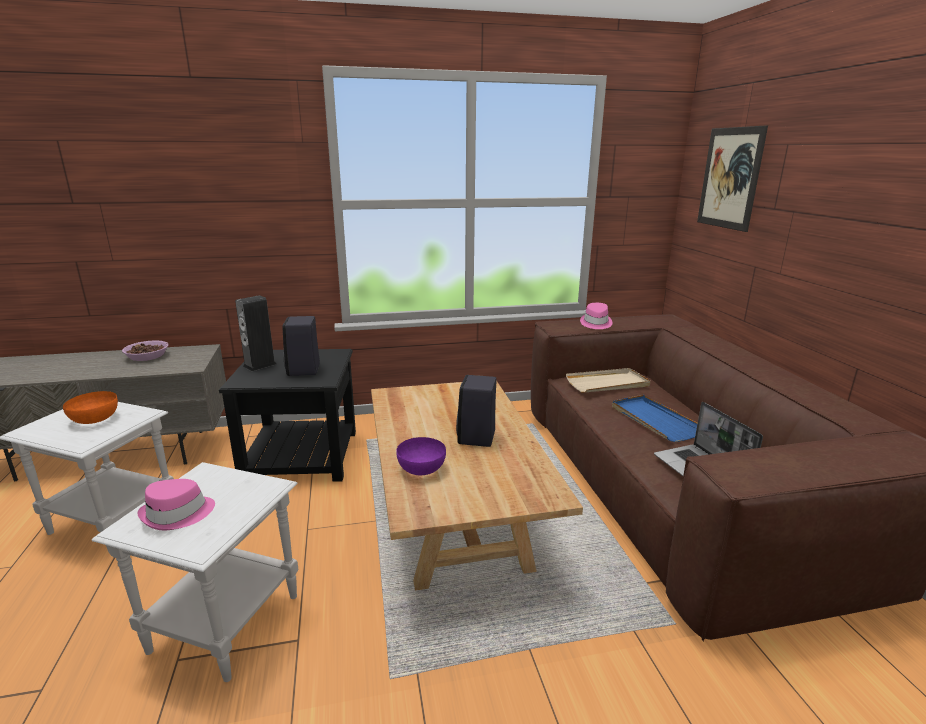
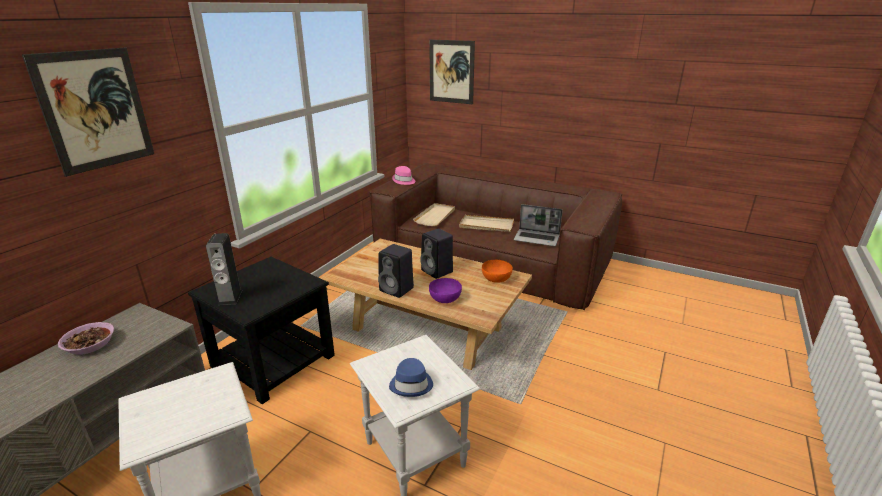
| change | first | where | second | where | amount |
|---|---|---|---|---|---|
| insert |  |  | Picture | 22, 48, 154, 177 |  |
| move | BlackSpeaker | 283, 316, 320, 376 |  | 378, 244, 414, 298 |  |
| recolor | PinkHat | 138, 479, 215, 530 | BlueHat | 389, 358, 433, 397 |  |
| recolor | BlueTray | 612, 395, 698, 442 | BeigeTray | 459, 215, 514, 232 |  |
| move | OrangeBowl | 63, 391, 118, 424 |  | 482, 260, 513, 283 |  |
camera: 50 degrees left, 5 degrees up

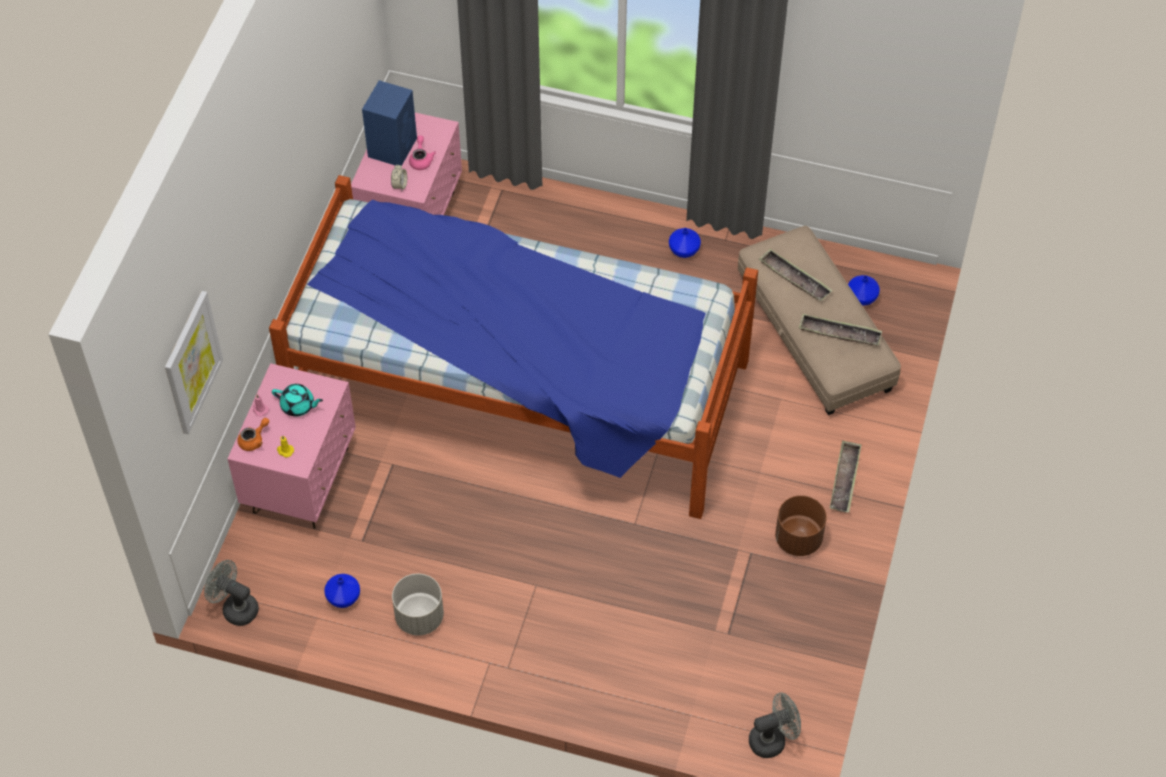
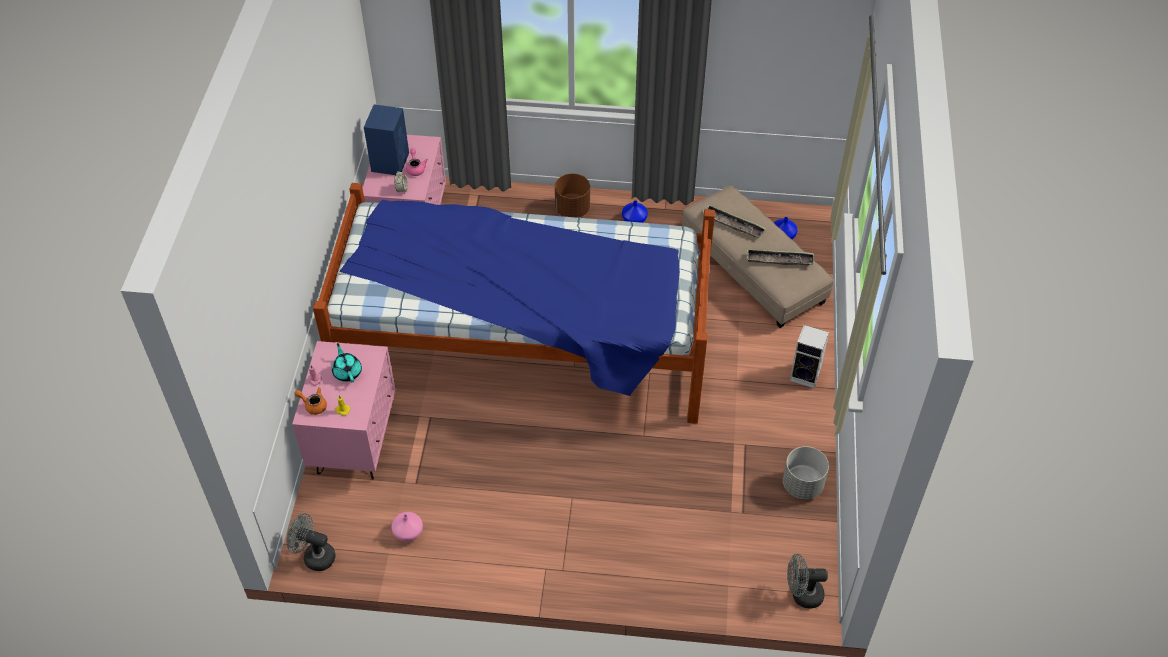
| change | first | where | second | where | amount |
|---|---|---|---|---|---|
| rotate | OrangeTeapot | 237, 418, 269, 451 |  | 294, 388, 327, 415 | 105 degrees counterclockwise |
| rotate | TurquoiseTeapot | 272, 384, 323, 416 |  | 332, 343, 362, 383 | 120 degrees counterclockwise |
| recolor | BlueVase | 324, 574, 360, 608 | PinkVase | 391, 512, 423, 542 |  |
| move | BrownPlanter | 775, 495, 827, 556 |  | 555, 173, 590, 218 |  |
| move | GreyPlanter | 392, 574, 444, 636 |  | 783, 446, 829, 500 |  |
| rotate | GreyFan | 749, 693, 801, 758 |  | 787, 554, 828, 609 | 150 degrees counterclockwise |
| replace | Tray | 830, 440, 862, 513 | Speaker | 790, 325, 829, 388 |  |
| delete | Picture | 165, 291, 223, 435 |  |  |  |
camera: 10 degrees left, 5 degrees down

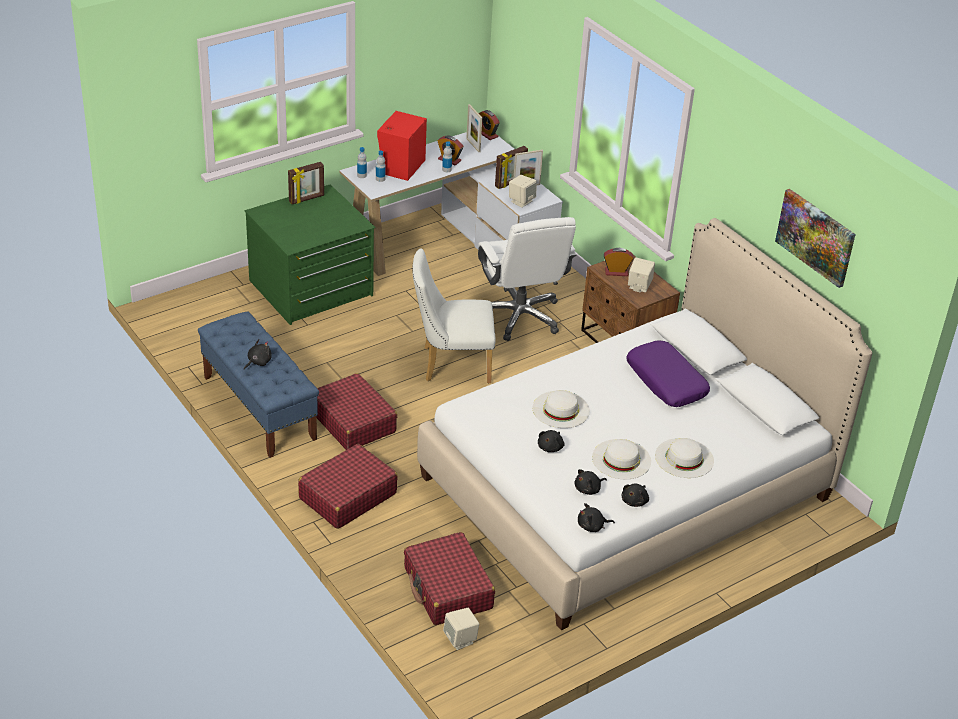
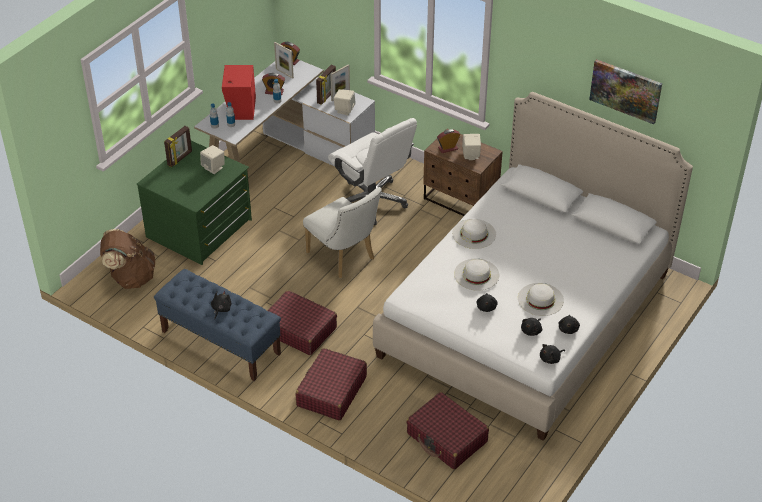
| change | first | where | second | where | amount |
|---|---|---|---|---|---|
| insert |  |  | BrownBackpack | 100, 229, 155, 289 |  |
| move | BeigeSpeaker | 443, 608, 479, 650 |  | 200, 145, 225, 174 |  |
| rotate | WhiteChair | 412, 248, 496, 383 |  | 303, 187, 382, 278 | 105 degrees counterclockwise |
| move | WhiteHat | 655, 438, 714, 478 |  | 452, 219, 496, 249 |  |
| delete | PurplePillow | 626, 340, 710, 407 |  |  |  |
camera: 20 degrees left, 5 degrees up

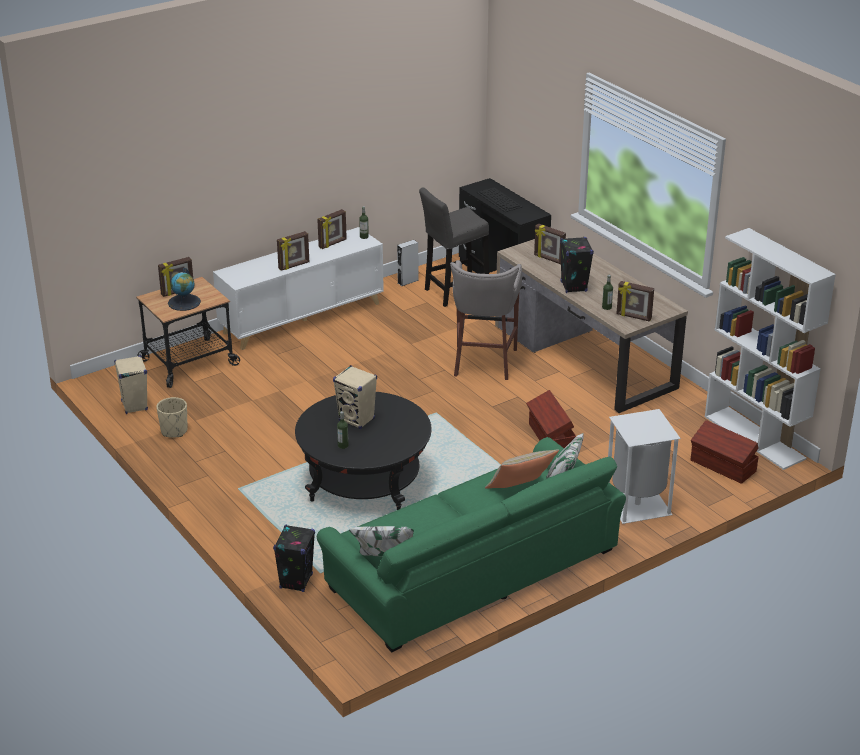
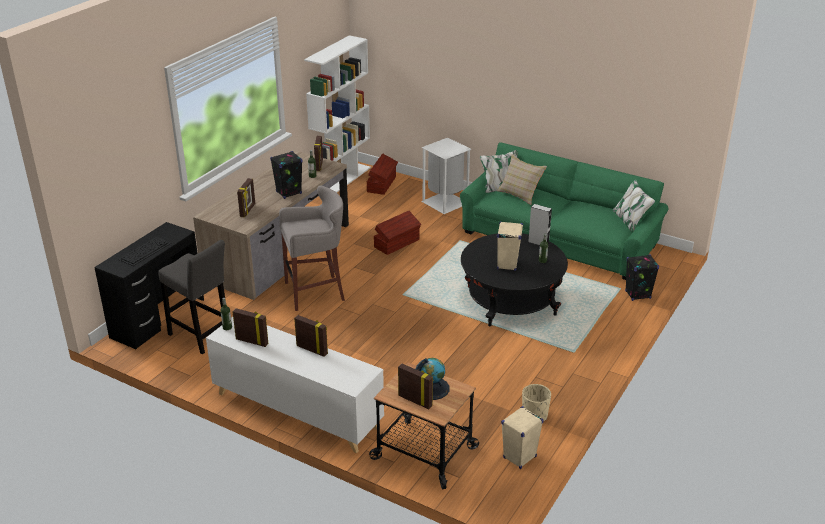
| change | first | where | second | where | amount |
|---|---|---|---|---|---|
| move | GreySpeaker | 397, 240, 419, 286 |  | 528, 204, 552, 246 |  |
camera: 115 degrees left, 0 degrees up

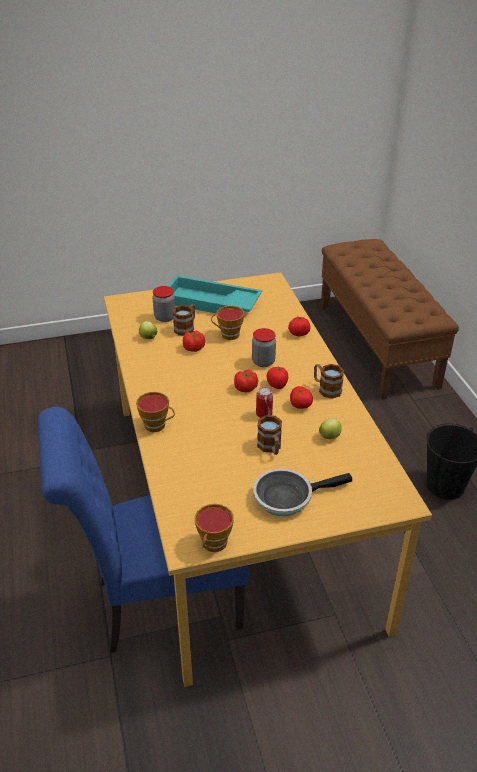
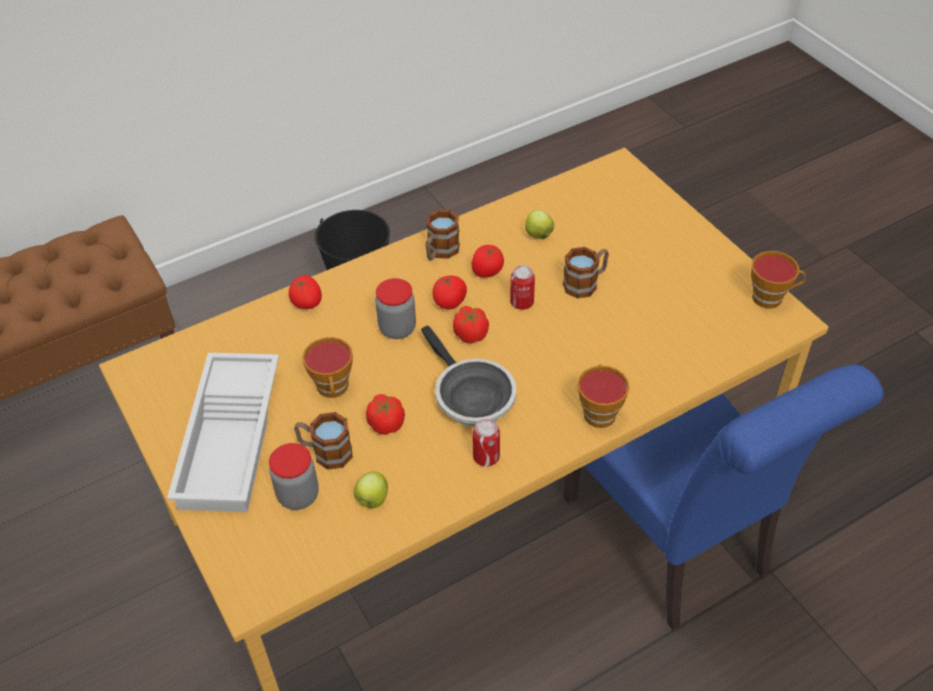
| change | first | where | second | where | amount |
|---|---|---|---|---|---|
| recolor | TurquoiseTray | 168, 275, 262, 313 | WhiteTray | 167, 353, 279, 512 |  |
| move | FryingPan | 253, 469, 352, 516 |  | 421, 325, 516, 426 |  |
| insert |  |  | Can | 473, 419, 500, 467 |  |
camera: 105 degrees left, 10 degrees up

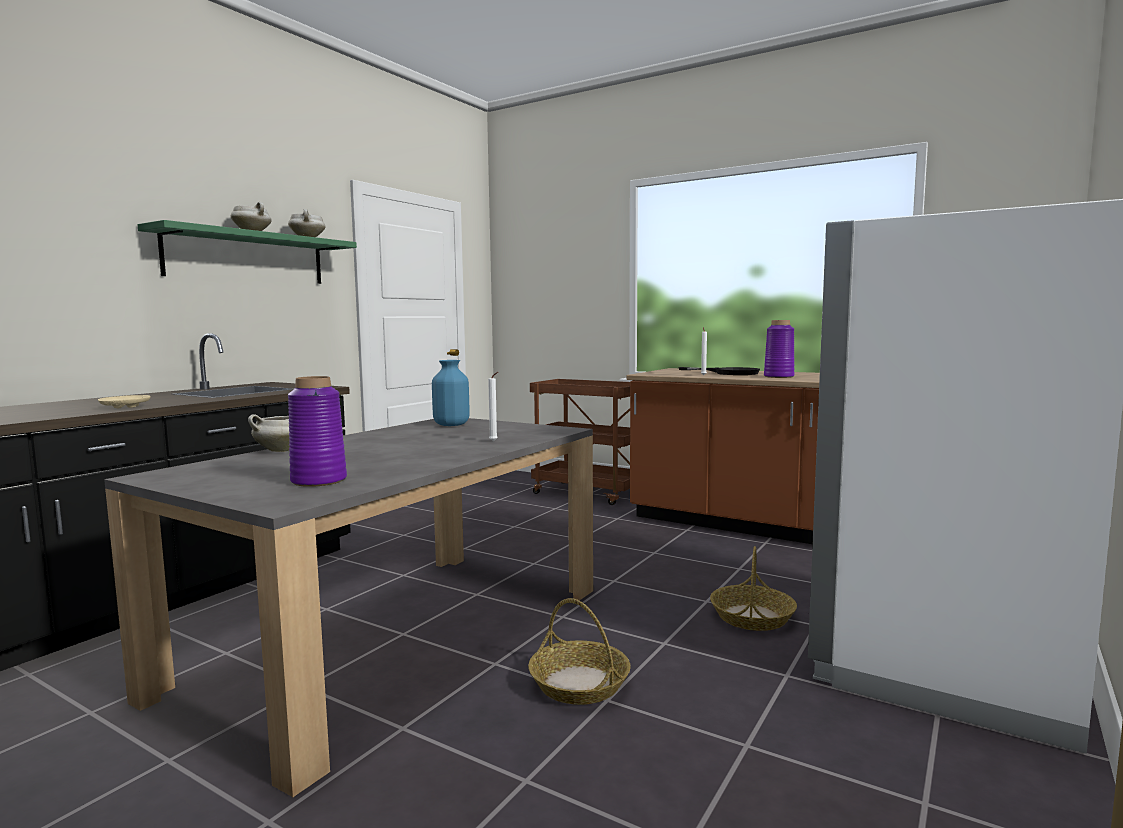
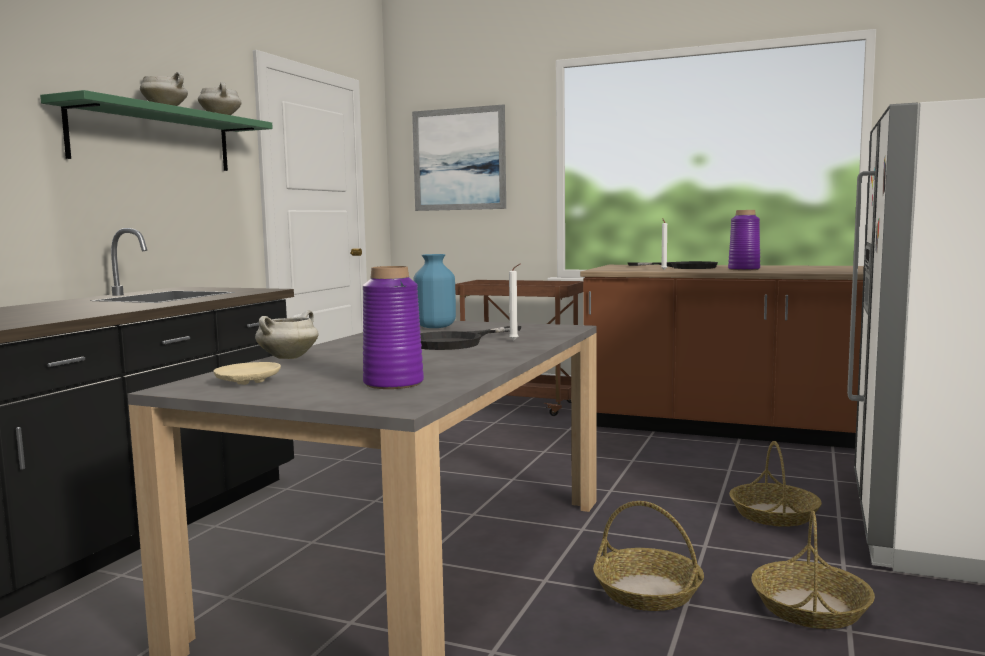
| change | first | where | second | where | amount |
|---|---|---|---|---|---|
| move | BeigePlate | 98, 395, 151, 408 |  | 213, 362, 281, 385 |  |
| insert |  |  | Picture | 412, 104, 506, 211 |  |
| insert |  |  | BlackFryingPan | 420, 326, 522, 350 |  |
| insert |  |  | Basket | 751, 511, 875, 629 |  |
camera: 10 degrees left, 0 degrees up

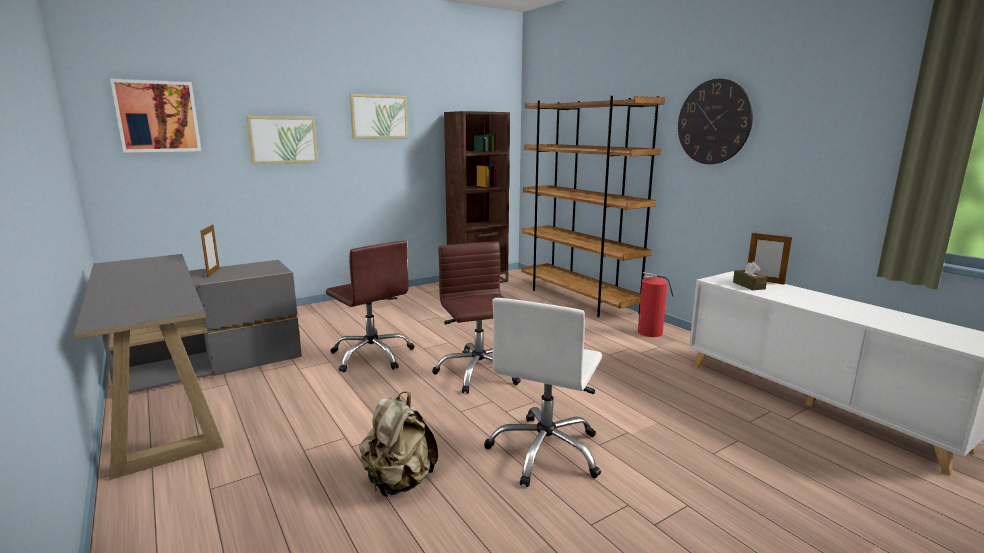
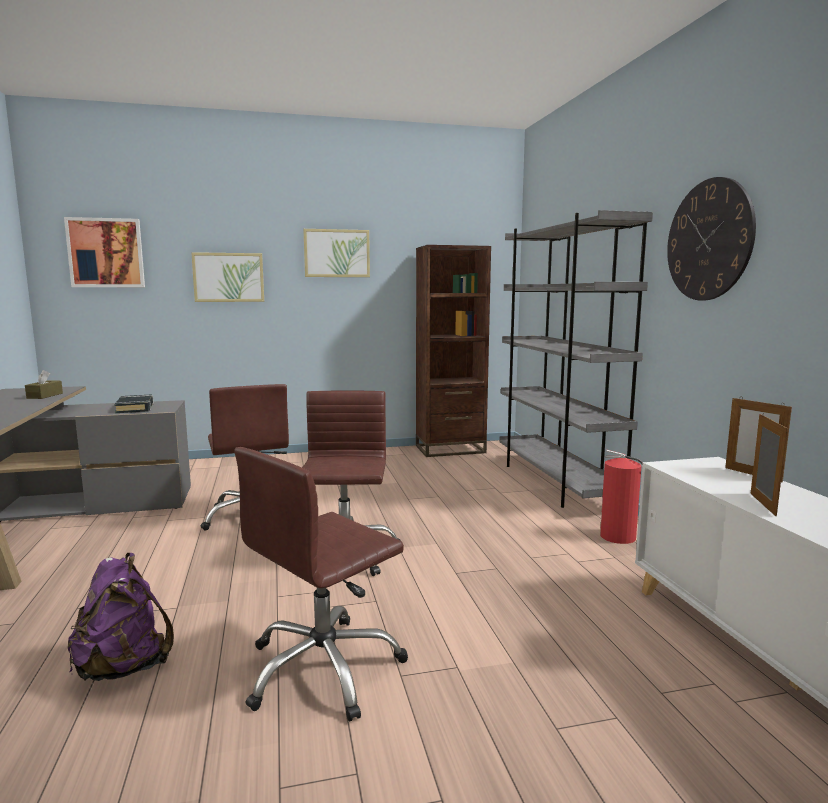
| change | first | where | second | where | amount |
|---|---|---|---|---|---|
| move | BrownTissueBox | 733, 262, 767, 290 |  | 25, 370, 63, 399 |  |
| recolor | BeigeBackpack | 359, 391, 438, 497 | PurpleBackpack | 68, 553, 174, 681 |  |
| insert |  |  | BlackBook | 114, 395, 154, 413 |  |
| recolor | WhiteOfficeChair | 484, 298, 602, 487 | BrownOfficeChair | 234, 447, 408, 722 |  |
| recolor | BrownBookcase | 522, 96, 665, 317 | GreyBookcase | 499, 210, 653, 508 |  |
| move | PictureFrame | 200, 224, 220, 277 |  | 750, 413, 787, 516 |  |
camera: 20 degrees right, 5 degrees down

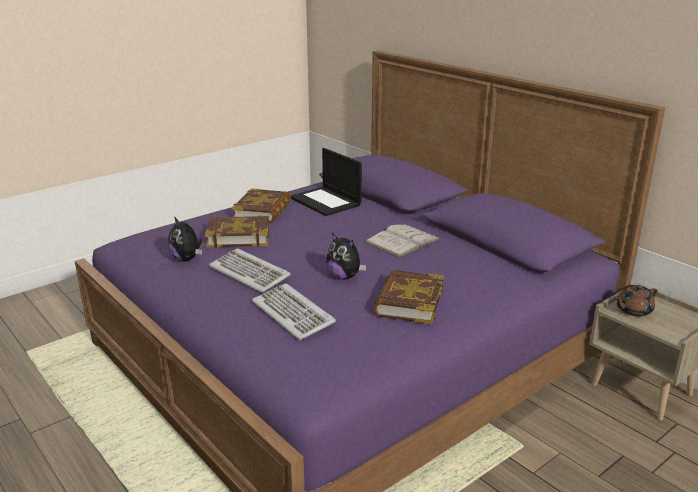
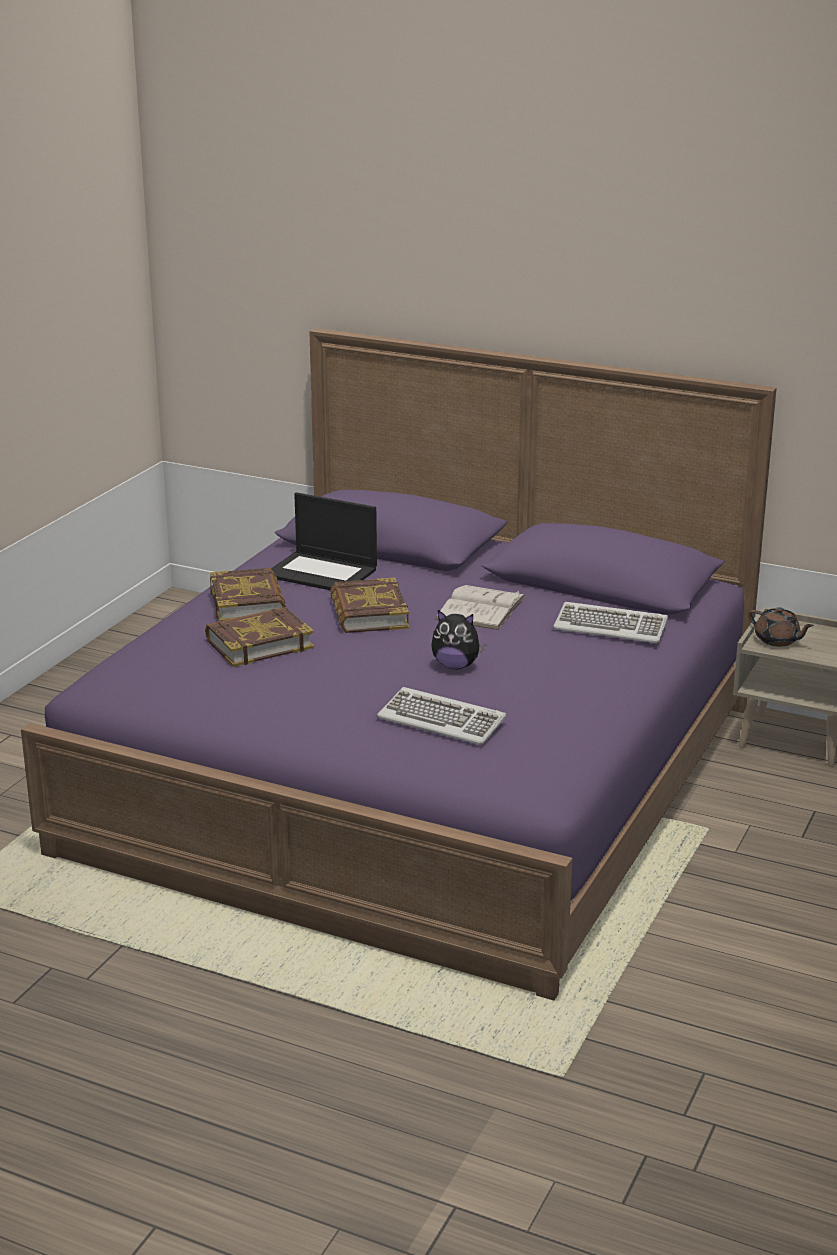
| change | first | where | second | where | amount |
|---|---|---|---|---|---|
| move | Book | 374, 270, 444, 324 |  | 330, 578, 409, 633 |  |
| move | Keyboard | 209, 248, 291, 293 |  | 553, 602, 668, 643 |  |
| rotate | BrownTeapot | 614, 285, 658, 317 |  | 749, 607, 814, 646 | 90 degrees counterclockwise |
| delete | PlushToy | 168, 216, 202, 262 |  |  |  |
camera: 25 degrees left, 0 degrees up

